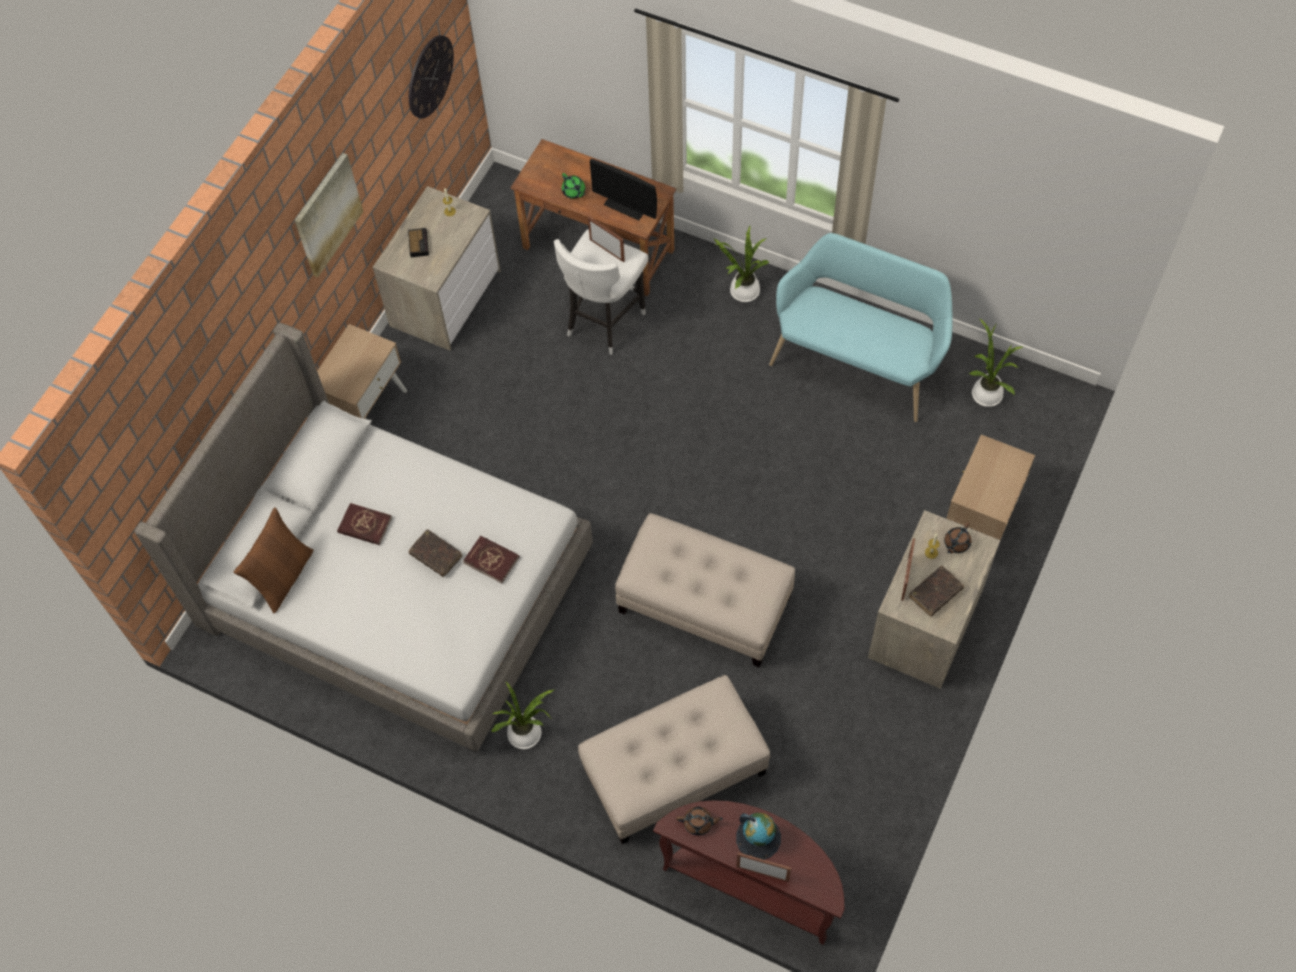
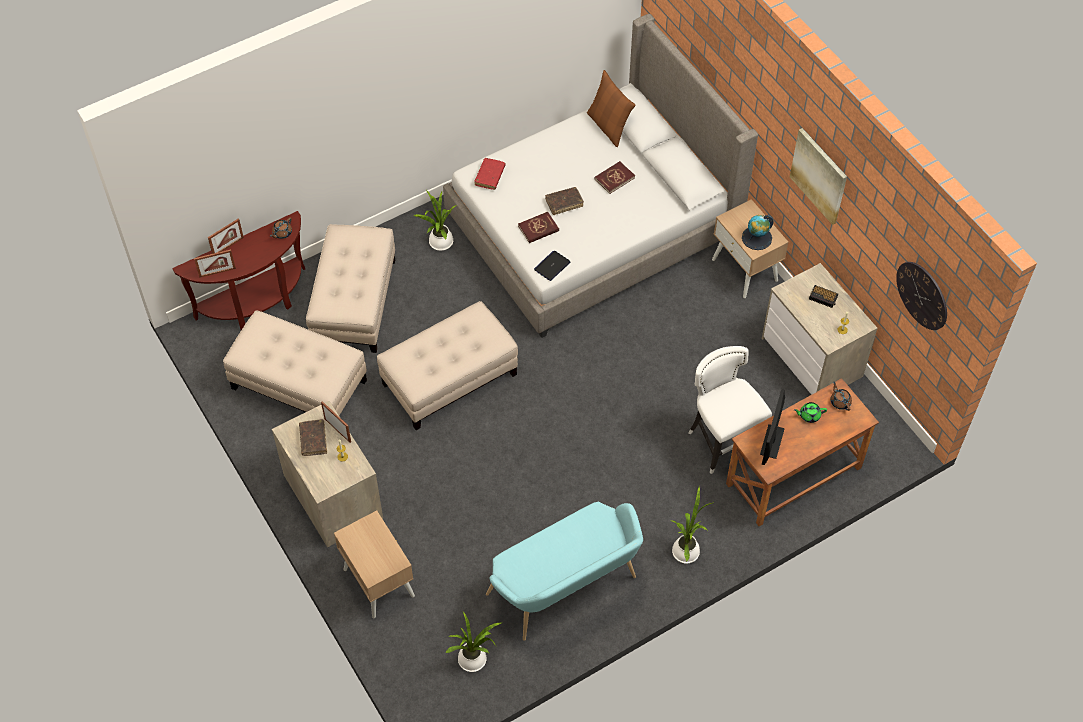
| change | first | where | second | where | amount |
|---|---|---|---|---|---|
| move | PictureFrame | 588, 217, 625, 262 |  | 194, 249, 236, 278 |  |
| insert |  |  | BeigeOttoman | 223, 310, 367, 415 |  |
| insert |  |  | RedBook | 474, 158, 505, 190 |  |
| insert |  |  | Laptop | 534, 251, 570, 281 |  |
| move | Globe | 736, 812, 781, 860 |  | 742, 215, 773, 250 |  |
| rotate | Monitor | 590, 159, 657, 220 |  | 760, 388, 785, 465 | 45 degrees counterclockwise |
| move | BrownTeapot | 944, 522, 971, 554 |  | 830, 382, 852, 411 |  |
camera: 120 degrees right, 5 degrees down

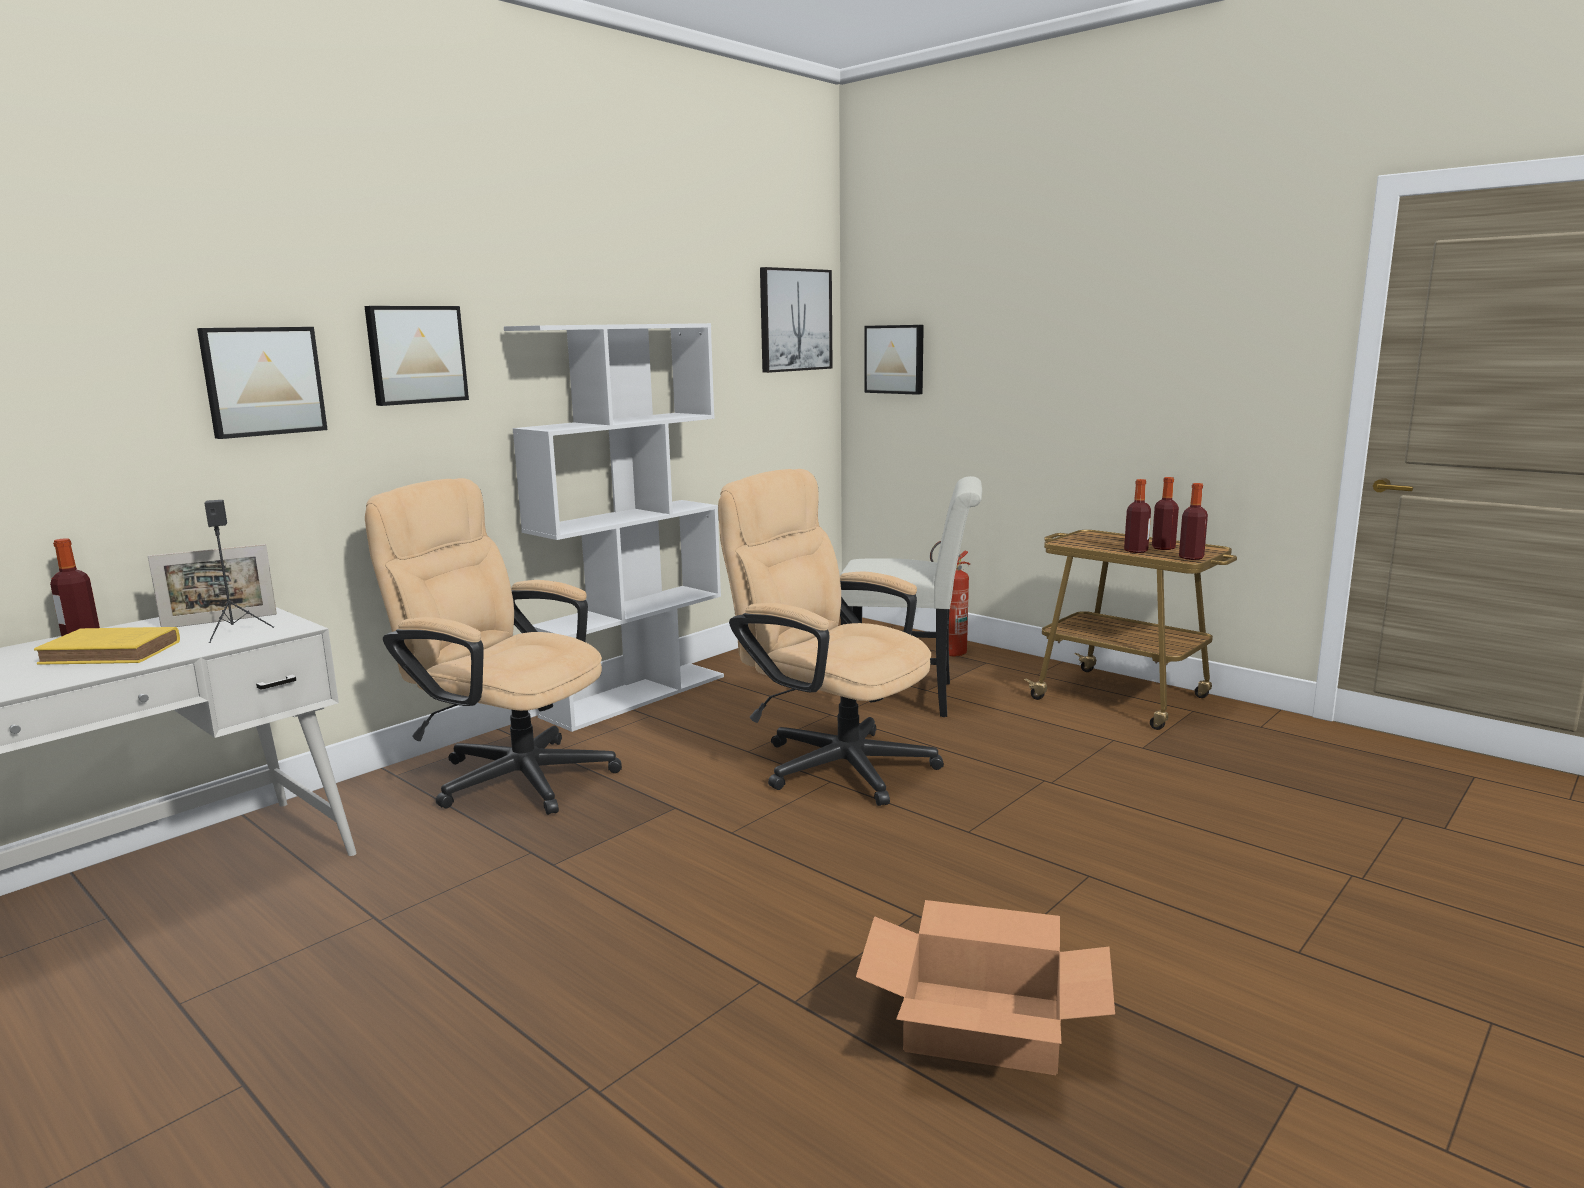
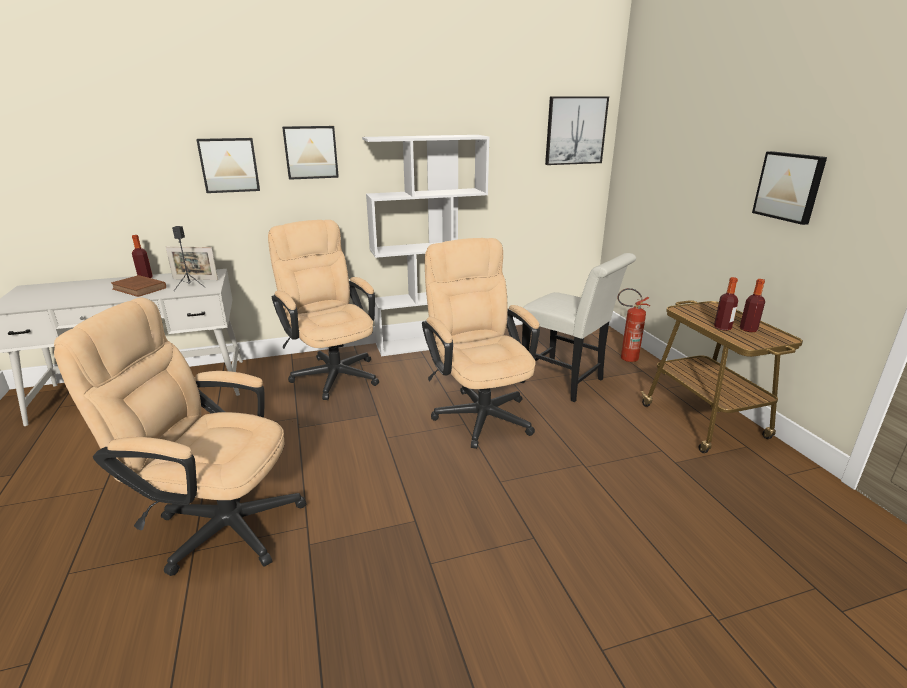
| change | first | where | second | where | amount |
|---|---|---|---|---|---|
| insert |  |  | BeigeOfficeChair | 54, 297, 306, 576 |  |
| recolor | YellowBook | 34, 627, 180, 665 | BrownBook | 111, 275, 166, 297 |  |
| move | Picture | 864, 325, 924, 395 |  | 752, 151, 827, 225 |  |
| delete | CardboardBox | 856, 900, 1115, 1075 |  |  |  |
| delete | Bottle | 1179, 483, 1208, 560 |  |  |  |
camera: 30 degrees right, 10 degrees up

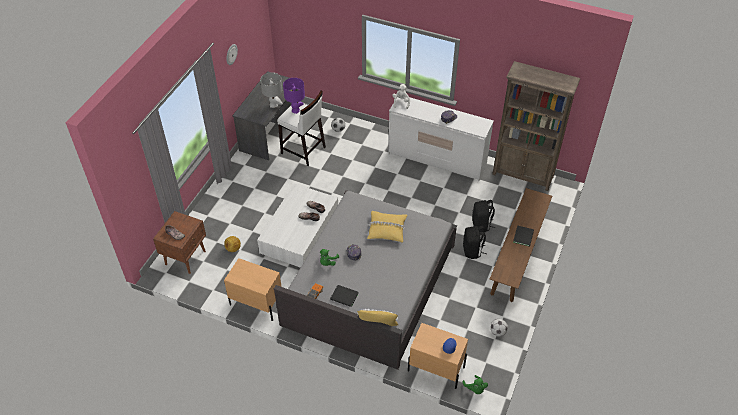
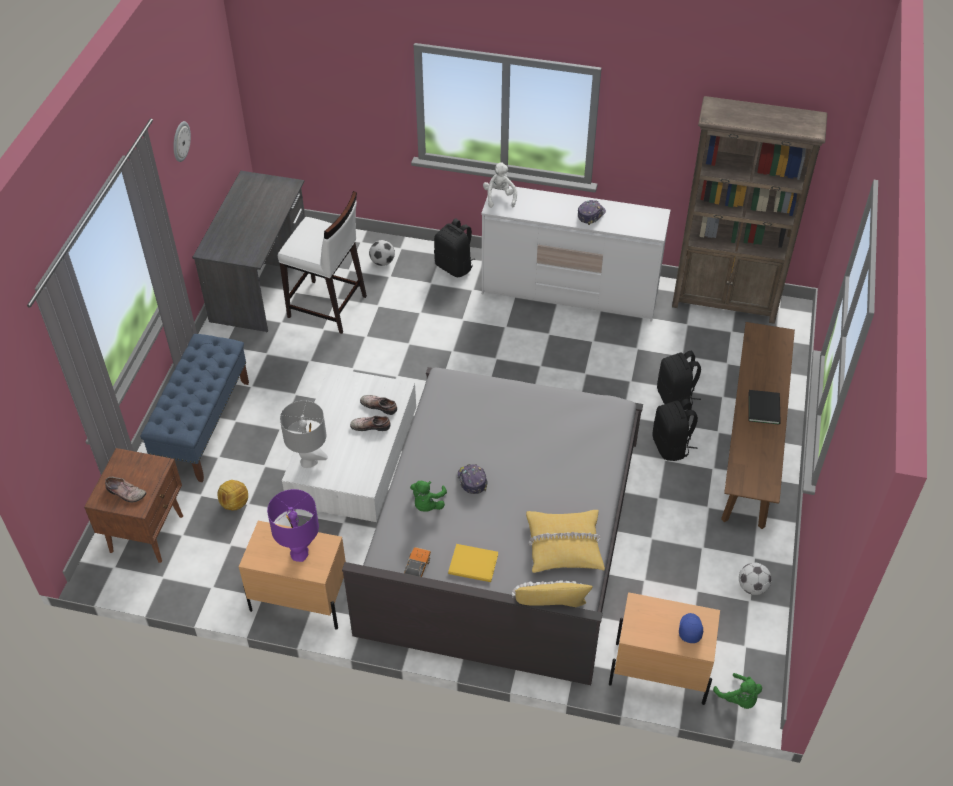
| change | first | where | second | where | amount |
|---|---|---|---|---|---|
| insert |  |  | BlueBench | 140, 334, 249, 482 |  |
| move | PurpleTableLamp | 283, 78, 305, 114 |  | 267, 489, 319, 562 |  |
| move | GreyTableLamp | 260, 72, 283, 108 |  | 280, 400, 328, 468 |  |
| insert |  |  | BlackBackpack | 434, 218, 475, 277 |  |
| recolor | BlackBook | 330, 285, 359, 307 | YellowBook | 448, 544, 498, 582 |  |
| move | YellowPillow | 367, 211, 407, 243 |  | 526, 510, 605, 573 |  |
camera: 10 degrees left, 0 degrees up

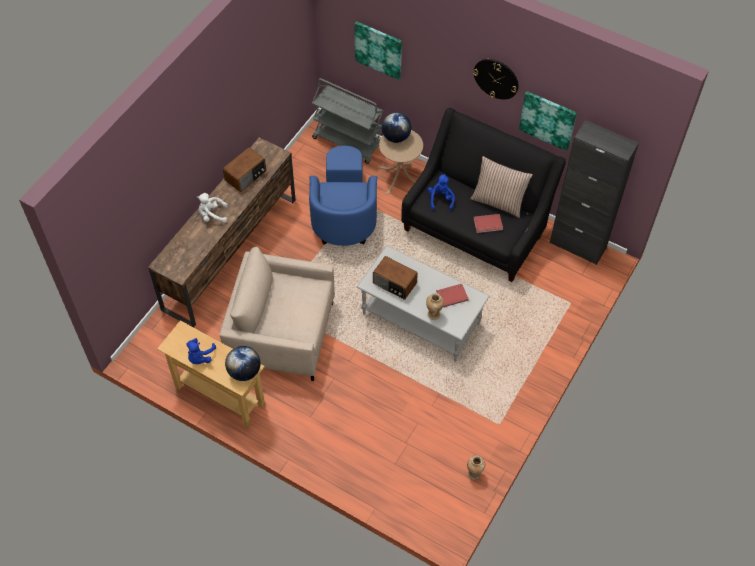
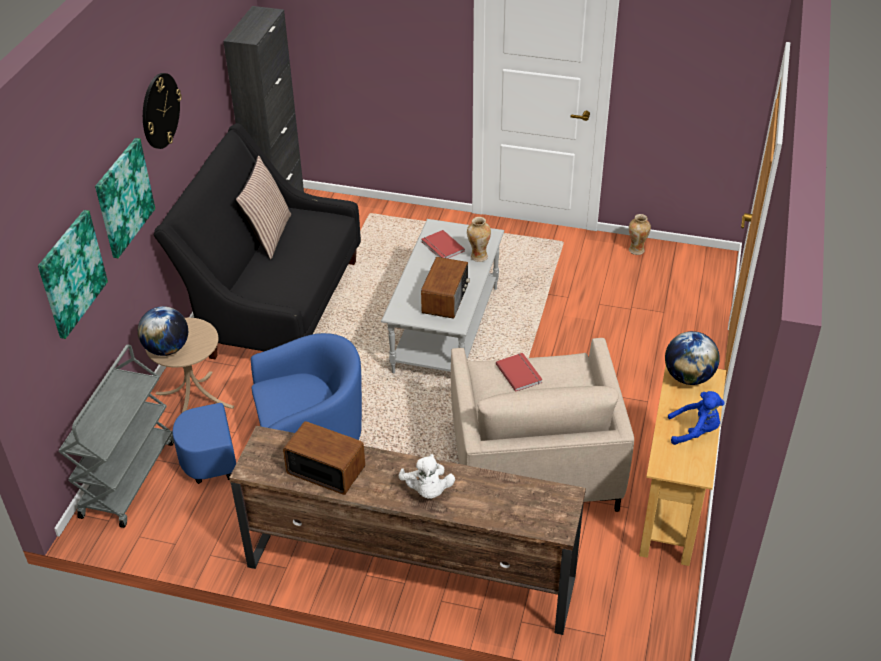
| change | first | where | second | where | amount |
|---|---|---|---|---|---|
| move | Picture | 519, 91, 577, 151 |  | 95, 138, 155, 258 |  |
| move | RedBook | 474, 214, 503, 233 |  | 496, 353, 543, 392 |  |
| delete | BluePlushToy | 428, 174, 455, 210 |  |  |  |
camera: 105 degrees left, 15 degrees down

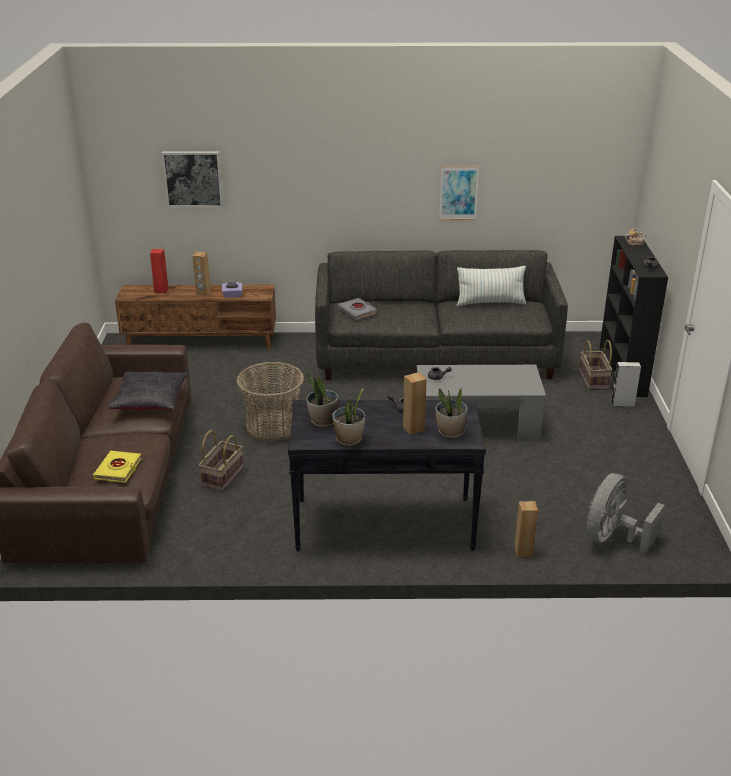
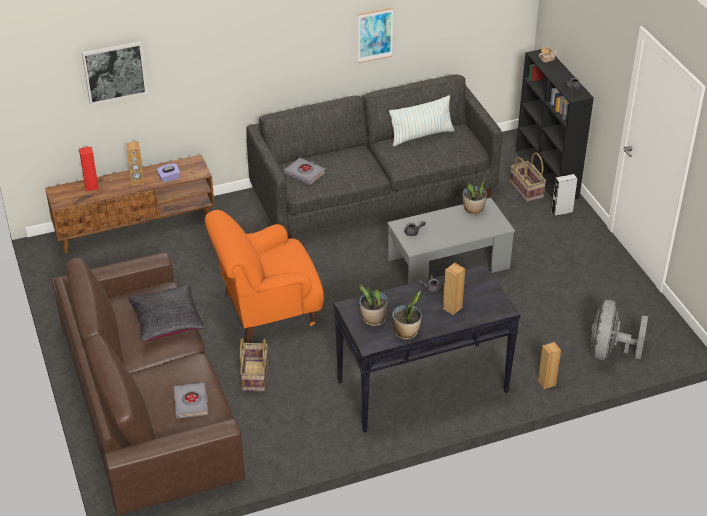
| change | first | where | second | where | amount |
|---|---|---|---|---|---|
| recolor | YellowBook | 93, 451, 142, 483 | GreyBook | 174, 382, 208, 419 |  |
| replace | Basket | 236, 362, 304, 442 | OrangeArmchair | 205, 210, 324, 343 |  |
| move | PottedPlant | 436, 387, 468, 438 |  | 463, 179, 487, 215 |  |
camera: 20 degrees left, 10 degrees up

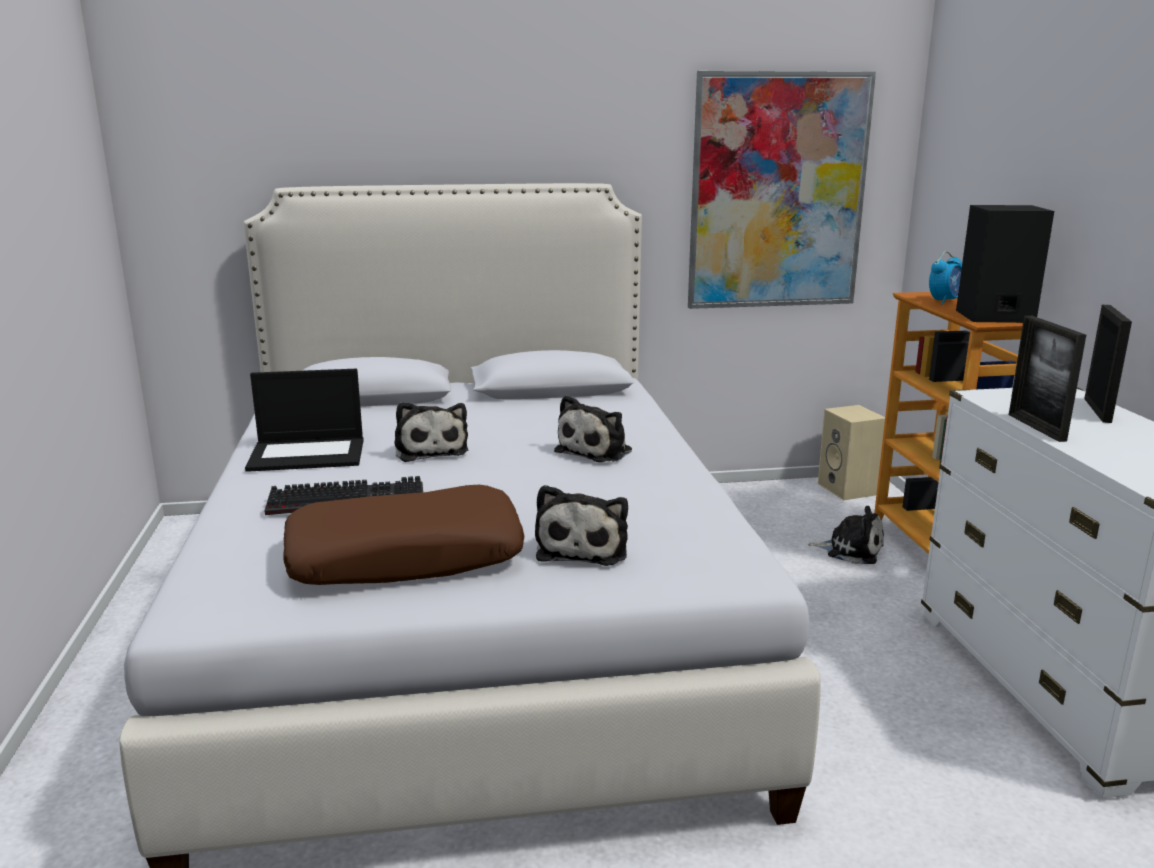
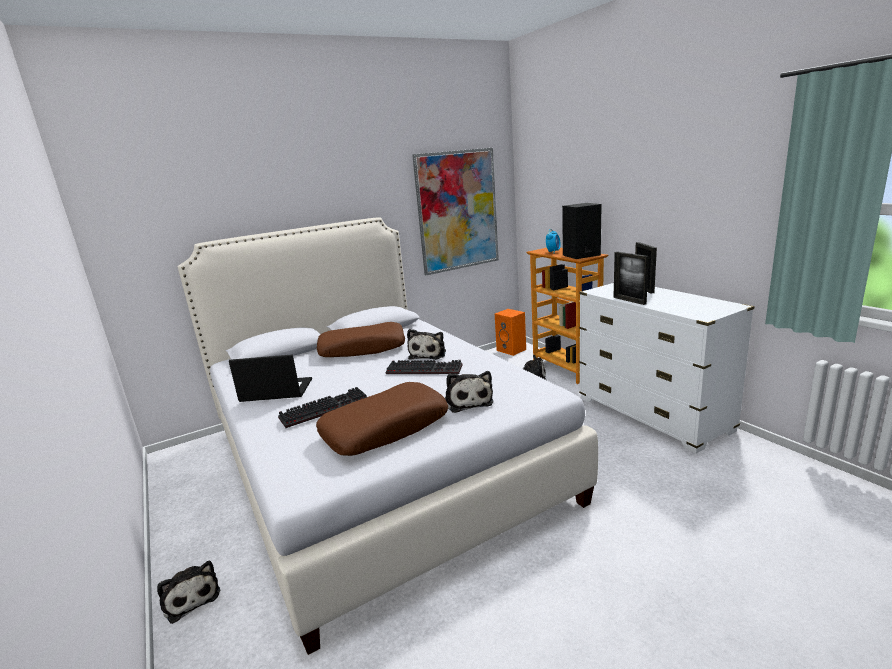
| change | first | where | second | where | amount |
|---|---|---|---|---|---|
| move | PlushToy | 394, 402, 469, 462 |  | 157, 560, 220, 624 |  |
| rotate | Laptop | 245, 369, 364, 472 |  | 229, 355, 312, 402 | 150 degrees counterclockwise |
| insert |  |  | BrownPillow | 317, 322, 405, 357 |  |
| insert |  |  | Keyboard | 386, 360, 462, 374 |  |
| recolor | BeigeSpeaker | 818, 405, 885, 500 | OrangeSpeaker | 495, 309, 526, 356 |  |
camera: 20 degrees left, 0 degrees up

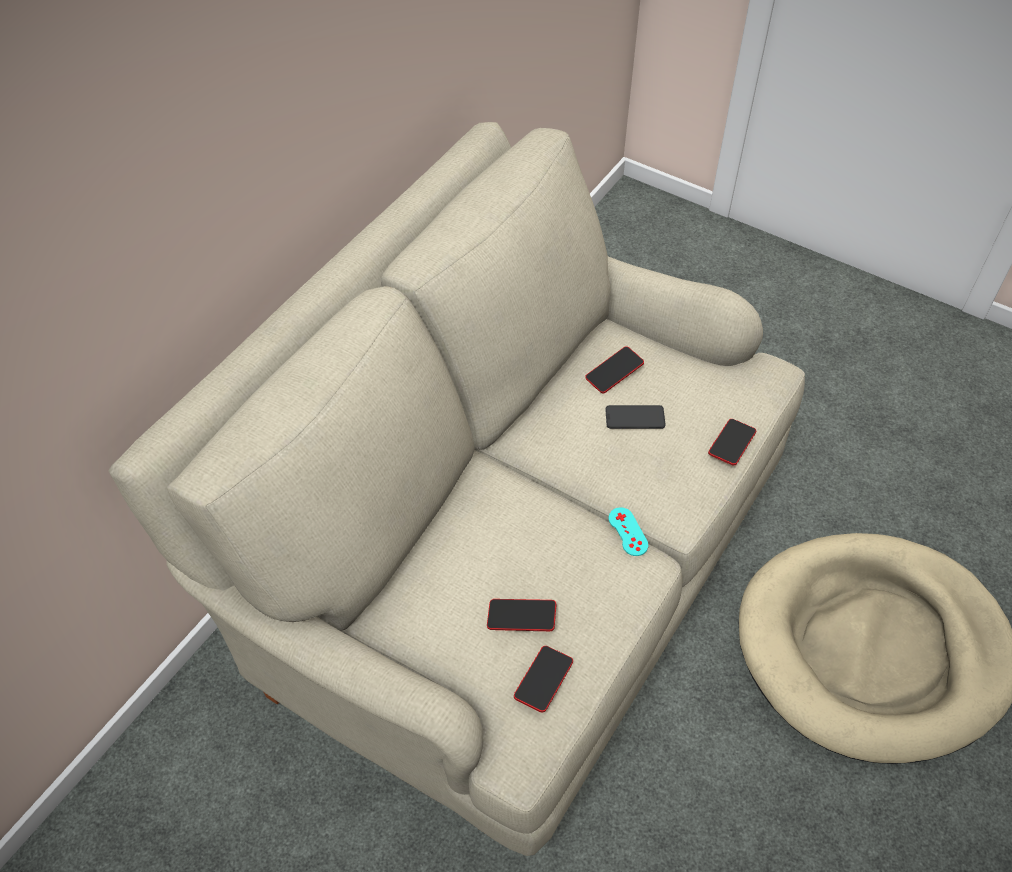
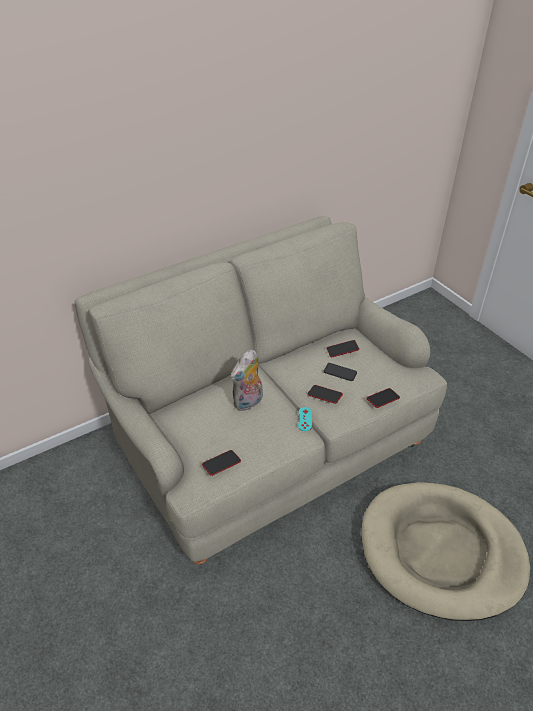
| change | first | where | second | where | amount |
|---|---|---|---|---|---|
| insert |  |  | PlushToy | 230, 350, 263, 411 |  |
| move | Phone | 487, 599, 556, 631 |  | 307, 385, 343, 404 |  |
camera: 25 degrees right, 10 degrees down

